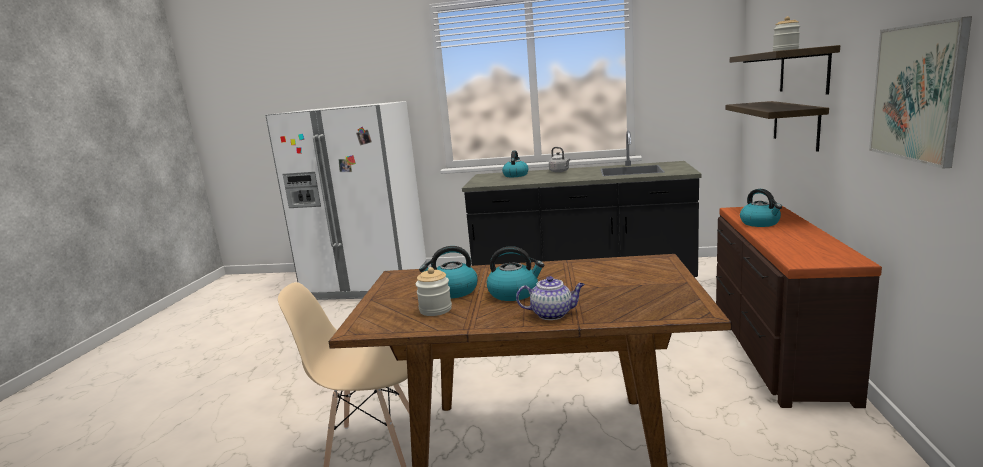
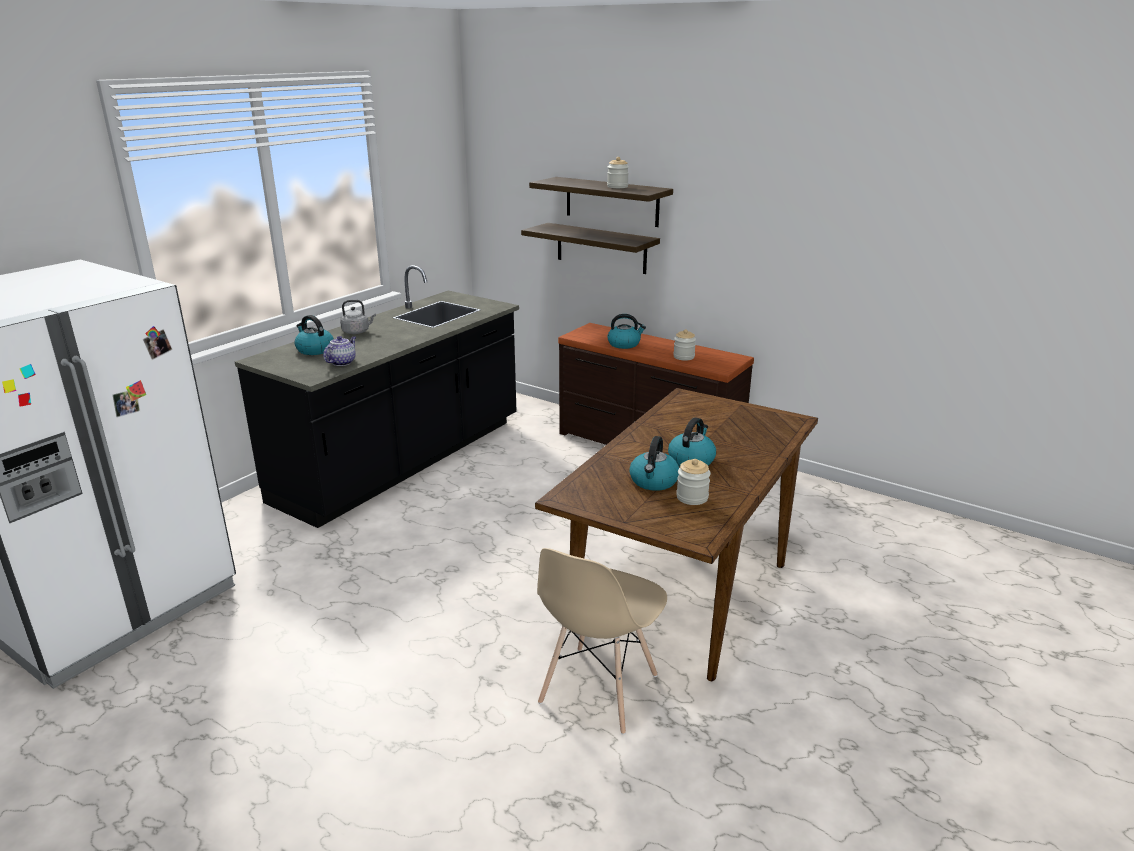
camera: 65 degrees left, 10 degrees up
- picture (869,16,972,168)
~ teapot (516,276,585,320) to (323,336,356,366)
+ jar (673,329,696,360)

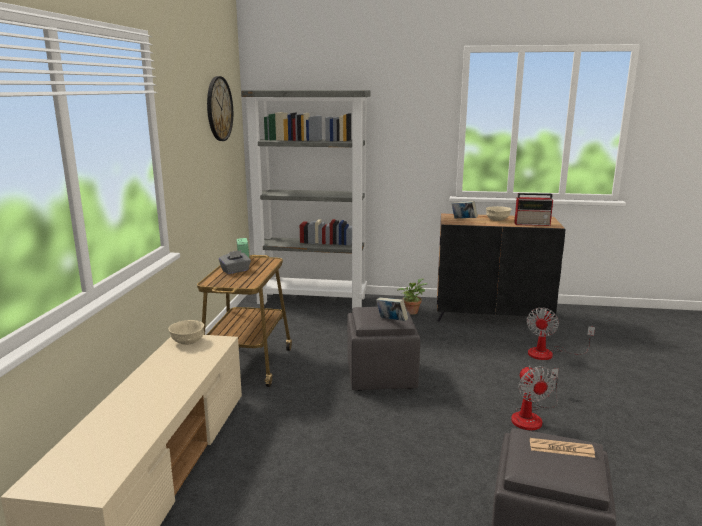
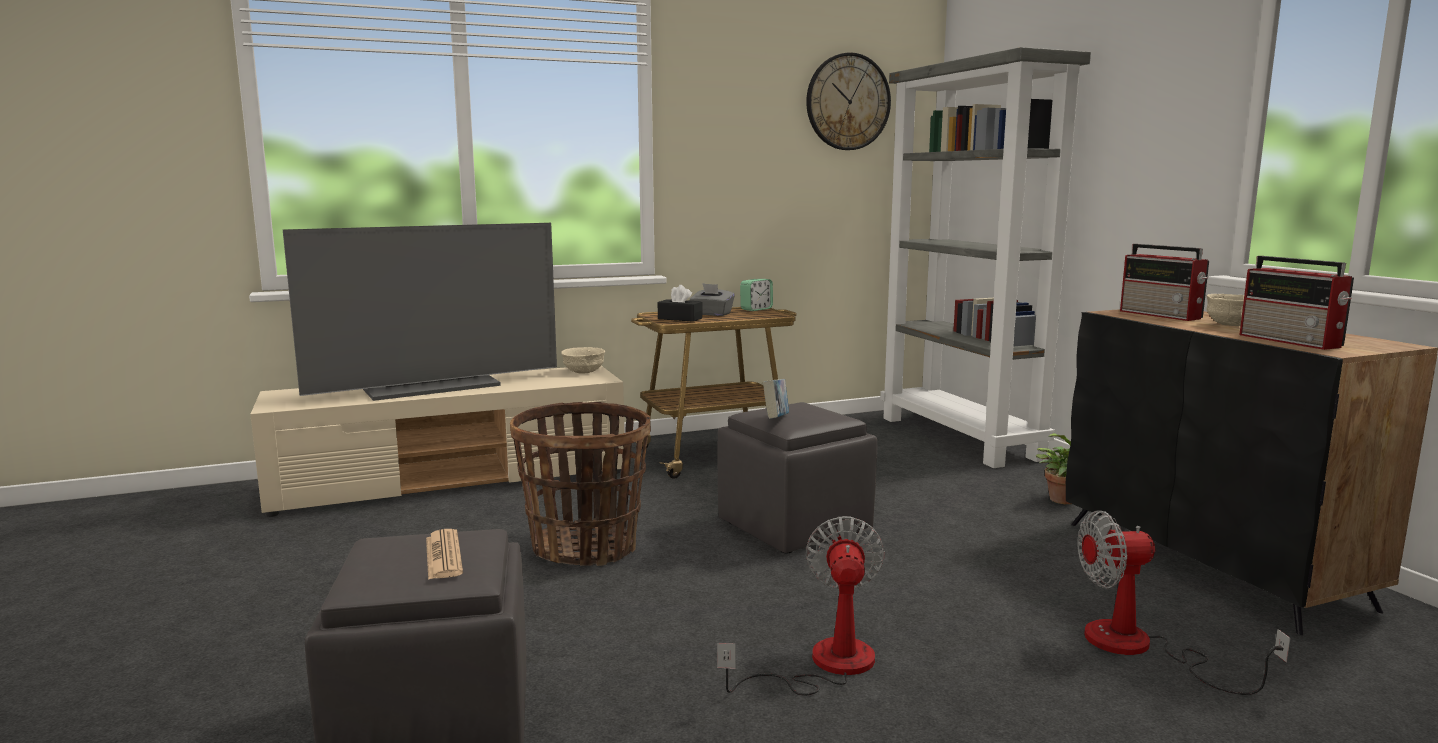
camera: 60 degrees right, 5 degrees down
~ book (452,201,478,218) to radio (1120,244,1209,321)
~ fan (511,365,559,430) = (717,516,885,696) 135 degrees clockwise
+ television (283,223,557,401)
+ black_tissue_box (658,285,702,322)
+ basket (510,402,651,566)

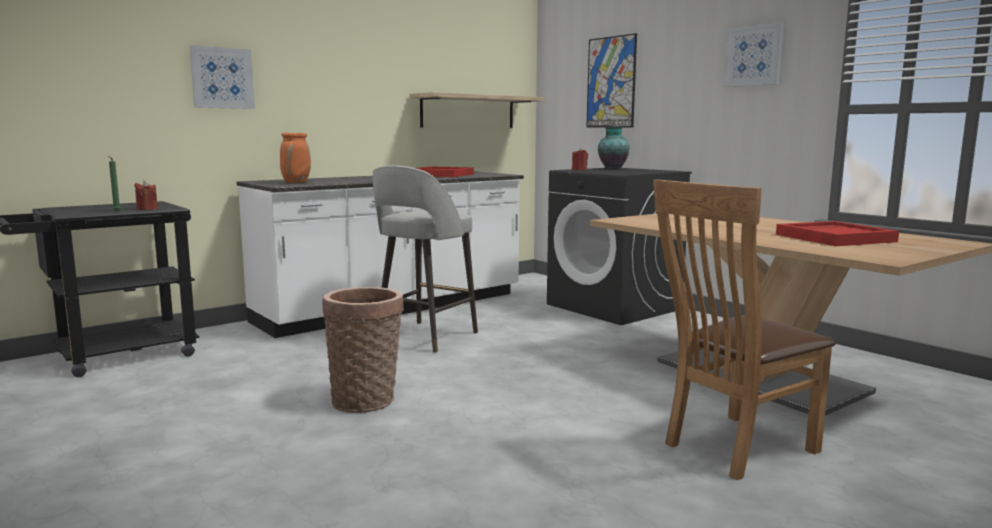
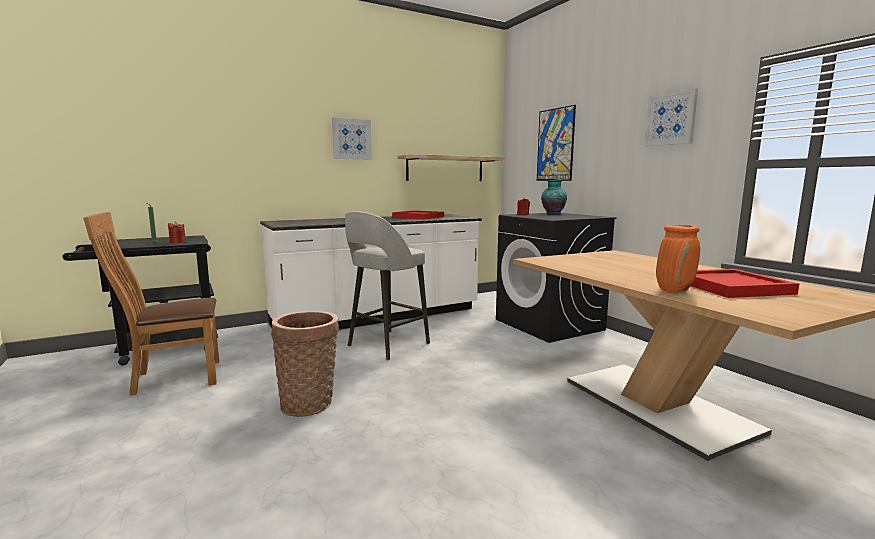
camera: 10 degrees right, 0 degrees up
~ picture (189,45,255,109) to (332,117,372,160)
~ orange_vase (280,132,311,183) to (656,225,700,293)
~ brown_chair (653,179,836,480) to (83,212,219,396)

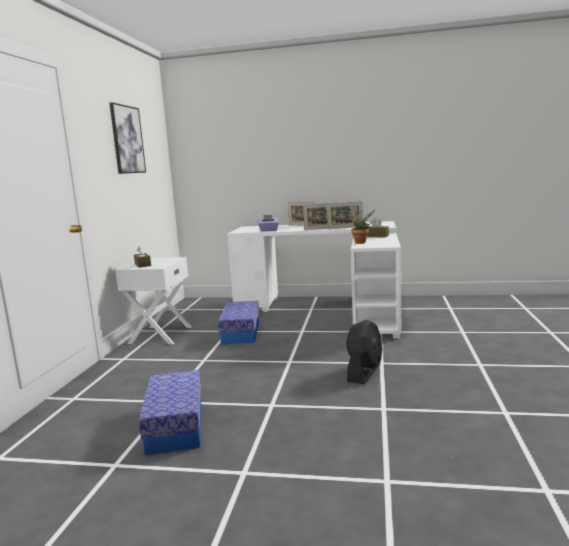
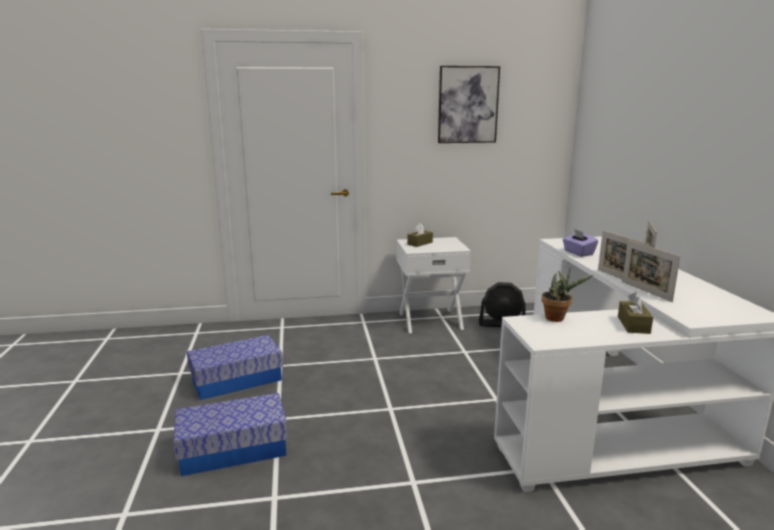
camera: 70 degrees right, 5 degrees up
~ storage_box (218,301,259,344) to (173,393,288,476)
~ black_fan (346,319,382,384) to (479,282,526,327)

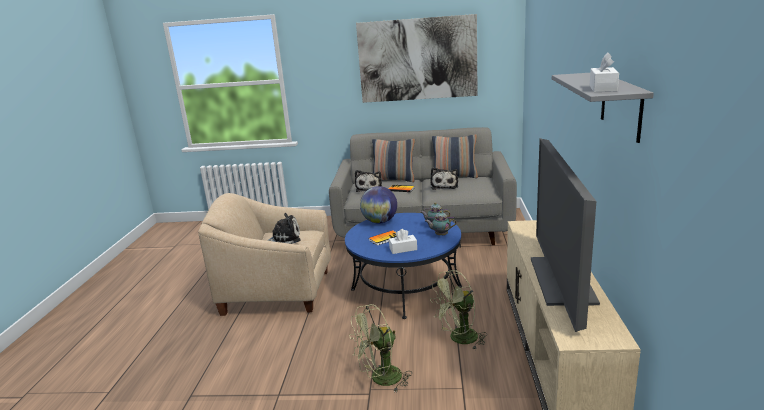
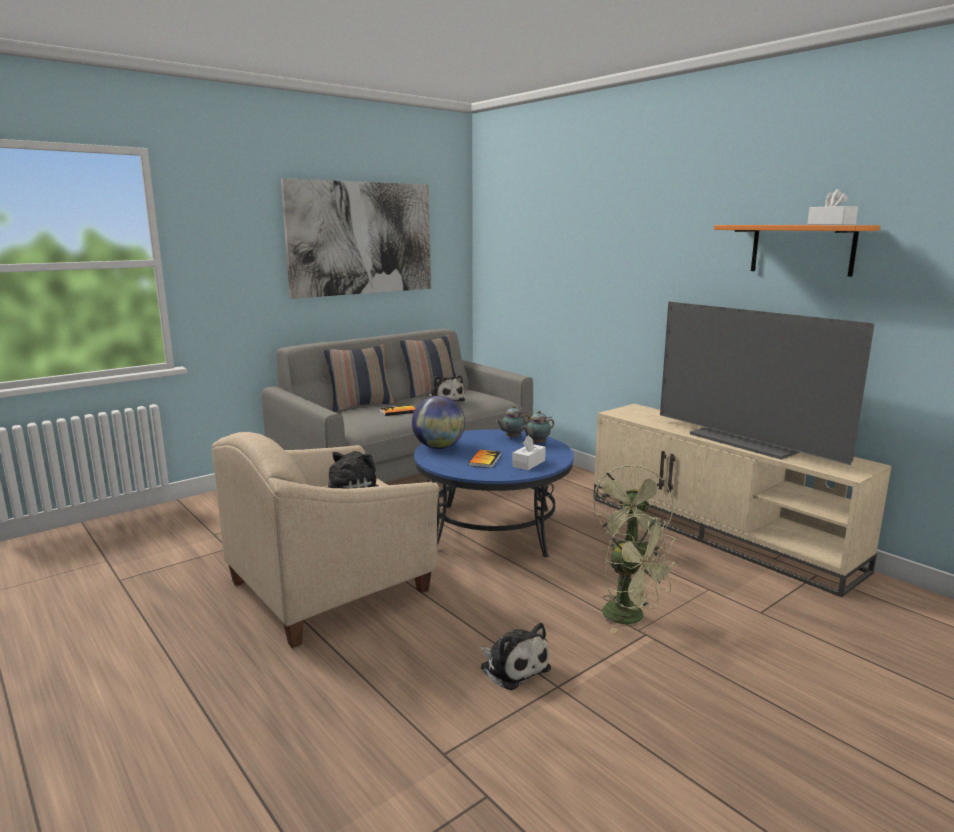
camera: 45 degrees left, 5 degrees down
~ grey_shelf (552,73,654,143) to orange_shelf (714,225,880,277)
~ plush_toy (355,170,382,192) to (479,623,551,690)
~ green_fan (349,304,412,392) = (602,514,678,633) 60 degrees counterclockwise

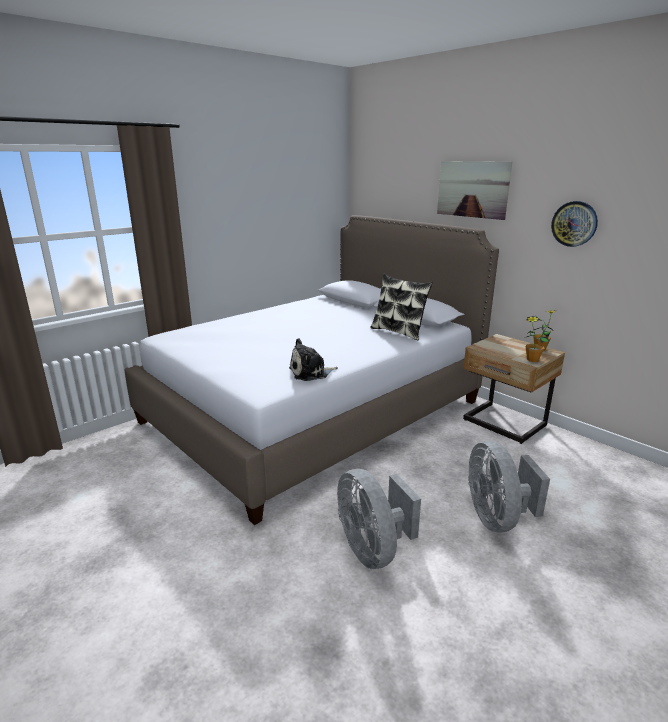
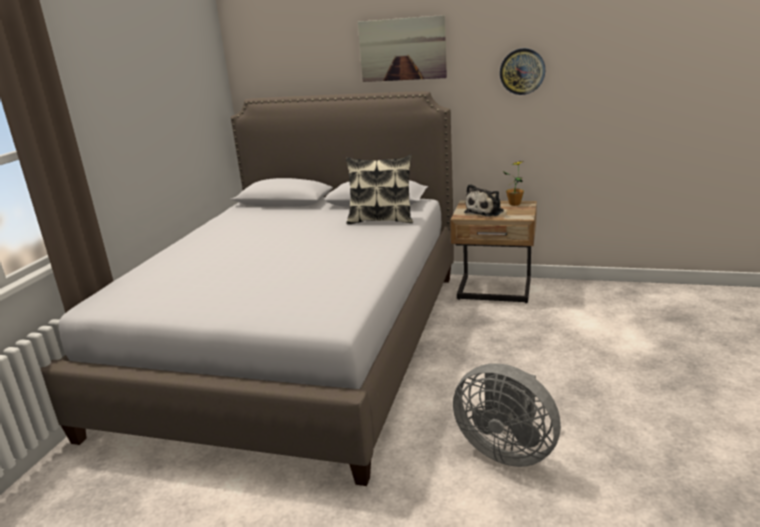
camera: 30 degrees left, 0 degrees up
- potted_plant (524,316,551,362)
~ plush_toy (289,338,338,381) to (464,184,504,217)
- grey_fan (468,441,550,533)

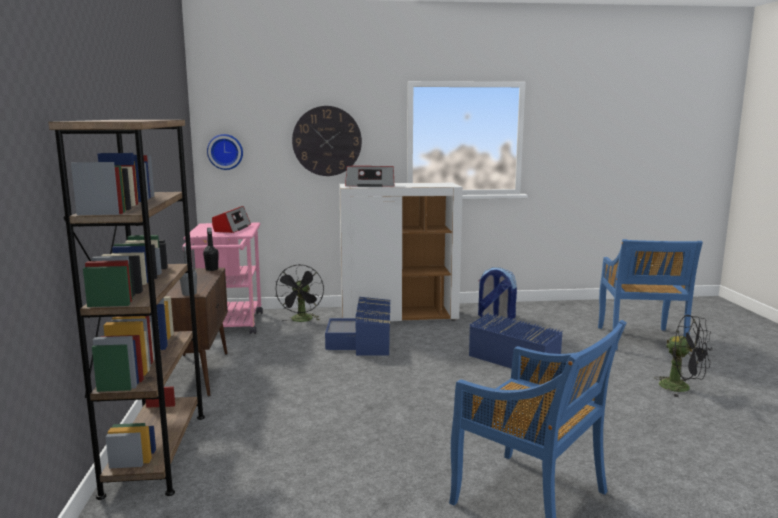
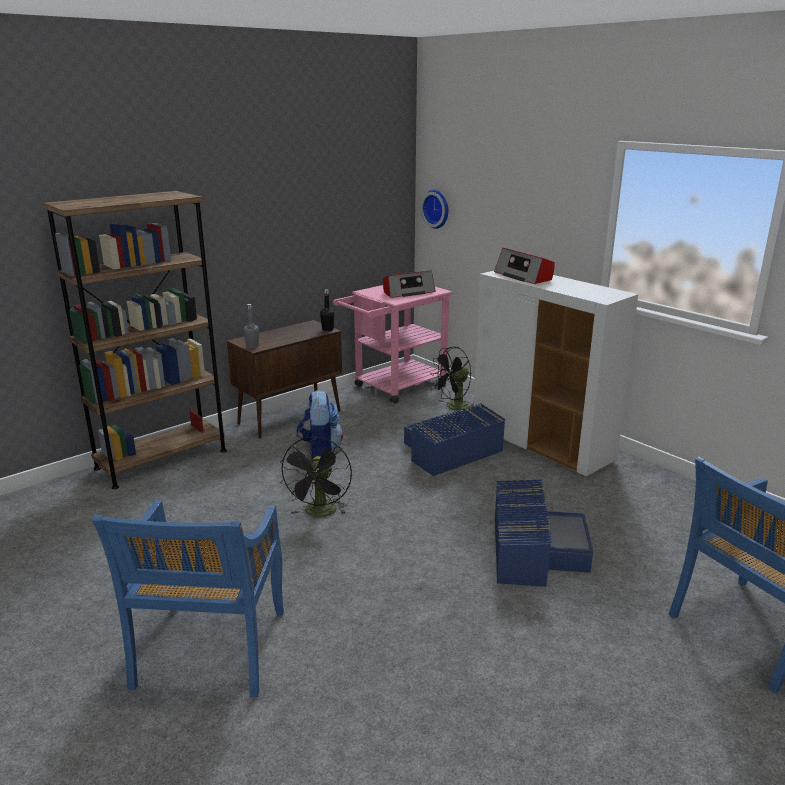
camera: 55 degrees right, 10 degrees up
- wall_clock (292,106,362,176)
~ backpack (478,267,517,320) to (297,391,343,458)
~ black_fan (654,315,712,397) to (280,436,352,517)

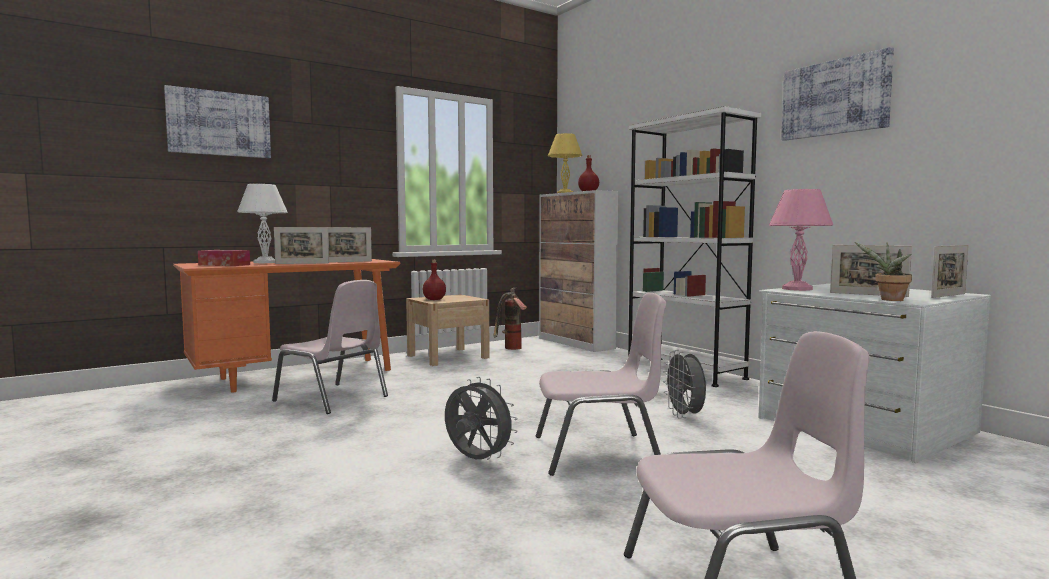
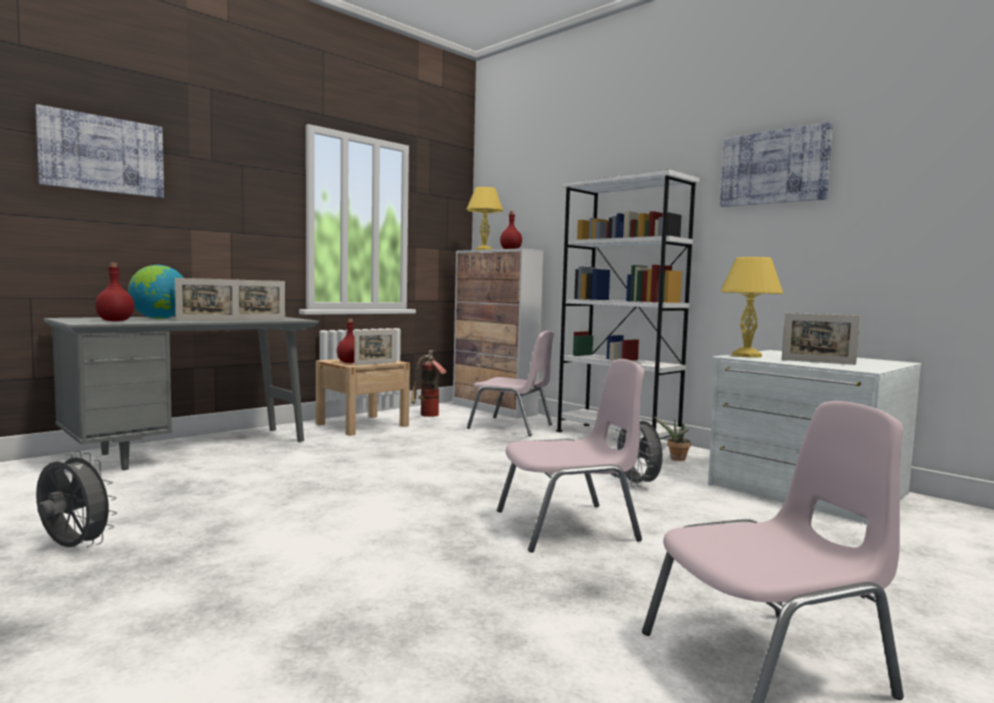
camera: 10 degrees left, 0 degrees up
~ white_table_lamp (237,184,288,263) to globe (128,265,184,319)
~ pink_table_lamp (769,189,833,291) to yellow_table_lamp (720,257,783,357)
~ potted_plant (855,242,912,301) to (654,416,691,461)
~ picture_frame (931,245,969,298) to (354,329,396,366)
~ tissue_box (198,250,250,266) to red_bottle (95,262,135,321)
~ orange_desk (173,259,400,393) to grey_desk (44,317,319,470)
~ pink_chair (272,280,388,414) to (467,331,554,436)
~ grey_fan (445,377,518,460) to (36,451,117,547)

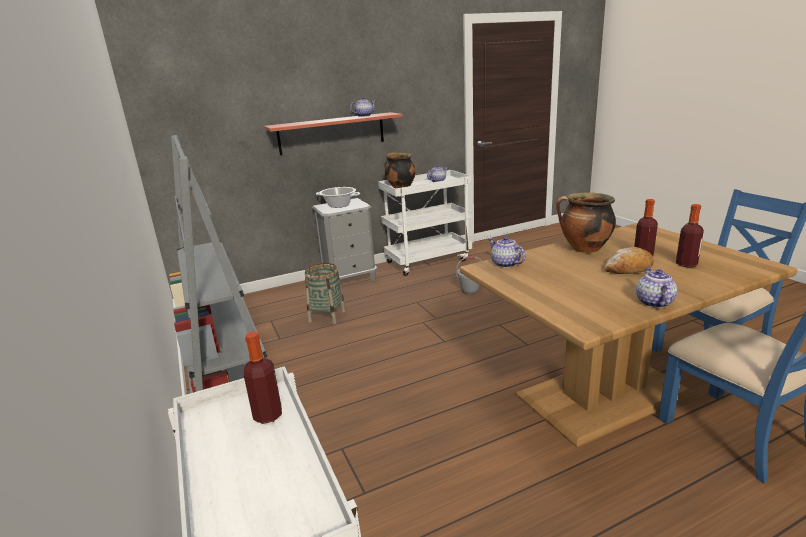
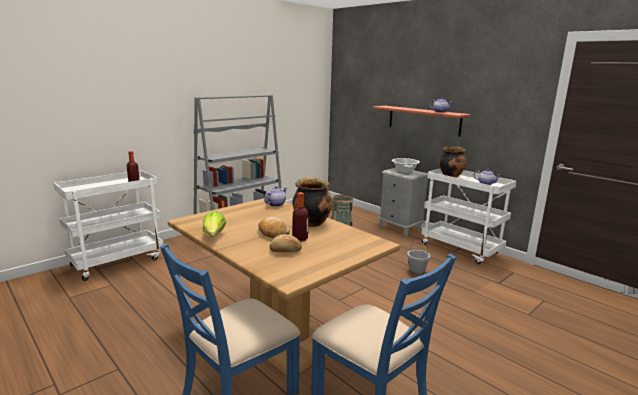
camera: 70 degrees right, 5 degrees down
~ bottle (676,204,704,268) to bread (269,234,302,252)
~ teapot (636,267,677,308) to lettuce (203,211,226,237)

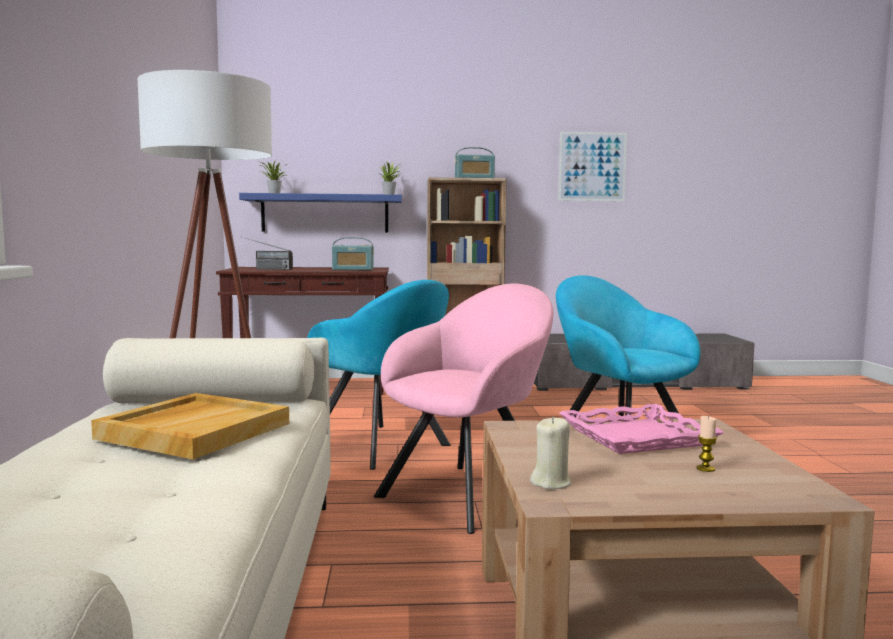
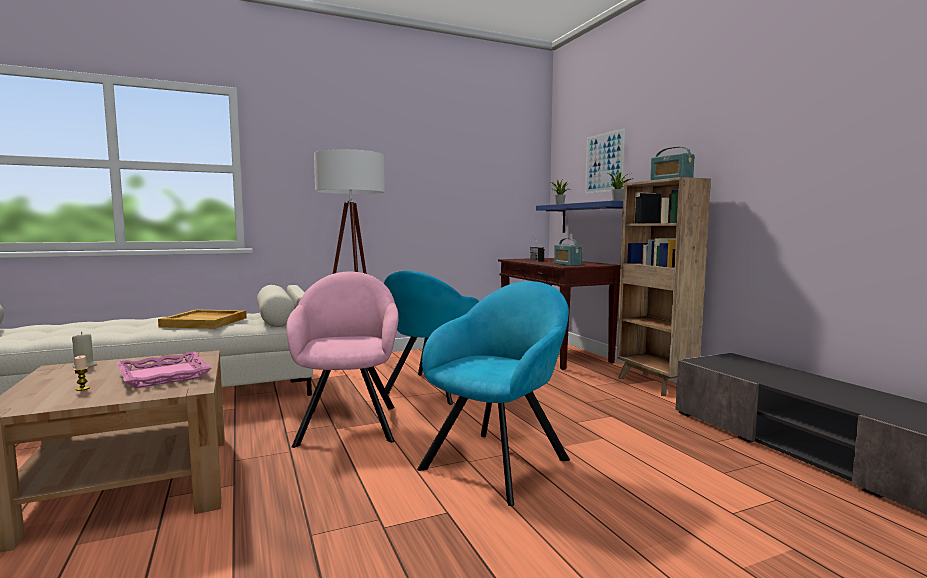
camera: 70 degrees right, 0 degrees up
~ picture (558,132,627,201) to (585,128,626,194)
~ pink_armchair (374,284,554,534) = (286,272,399,448) 120 degrees counterclockwise

